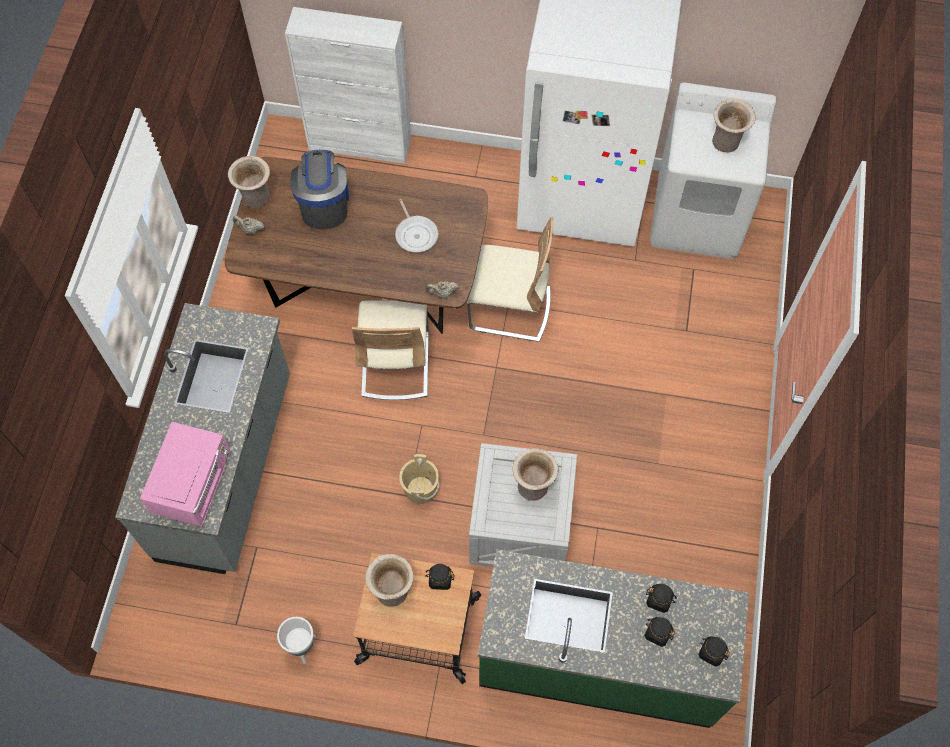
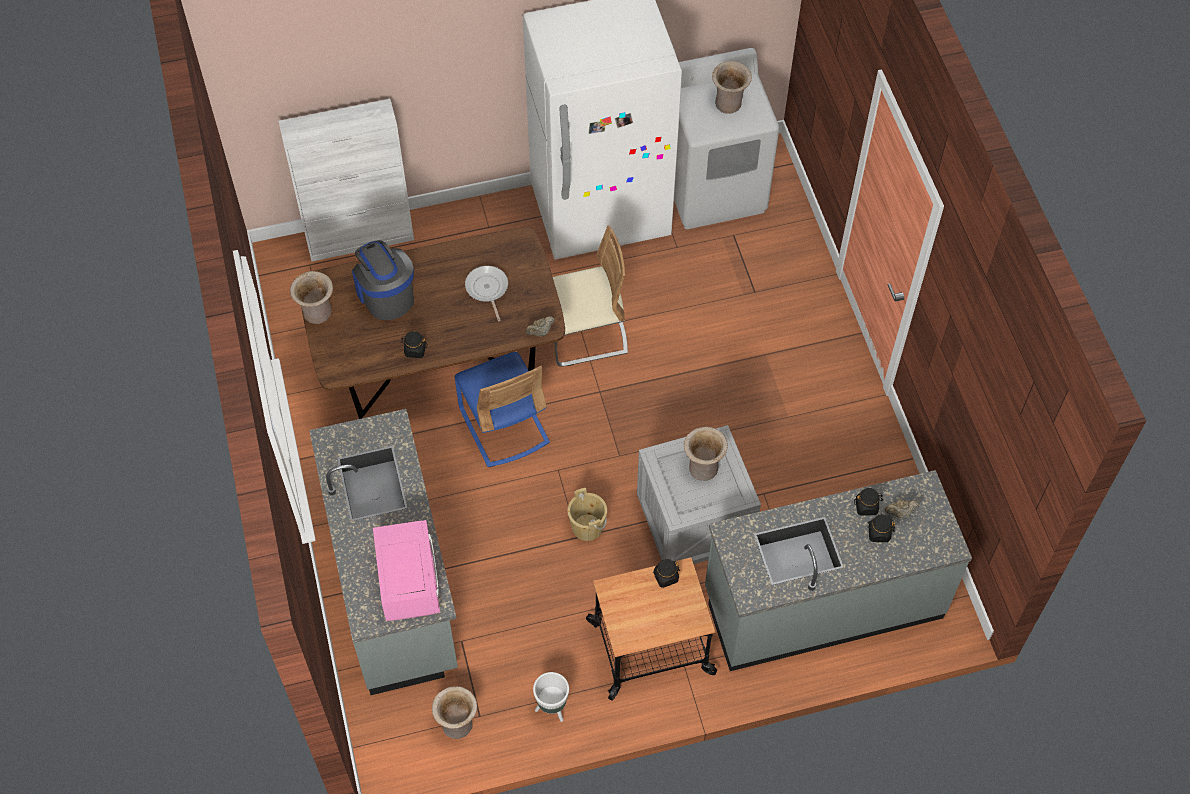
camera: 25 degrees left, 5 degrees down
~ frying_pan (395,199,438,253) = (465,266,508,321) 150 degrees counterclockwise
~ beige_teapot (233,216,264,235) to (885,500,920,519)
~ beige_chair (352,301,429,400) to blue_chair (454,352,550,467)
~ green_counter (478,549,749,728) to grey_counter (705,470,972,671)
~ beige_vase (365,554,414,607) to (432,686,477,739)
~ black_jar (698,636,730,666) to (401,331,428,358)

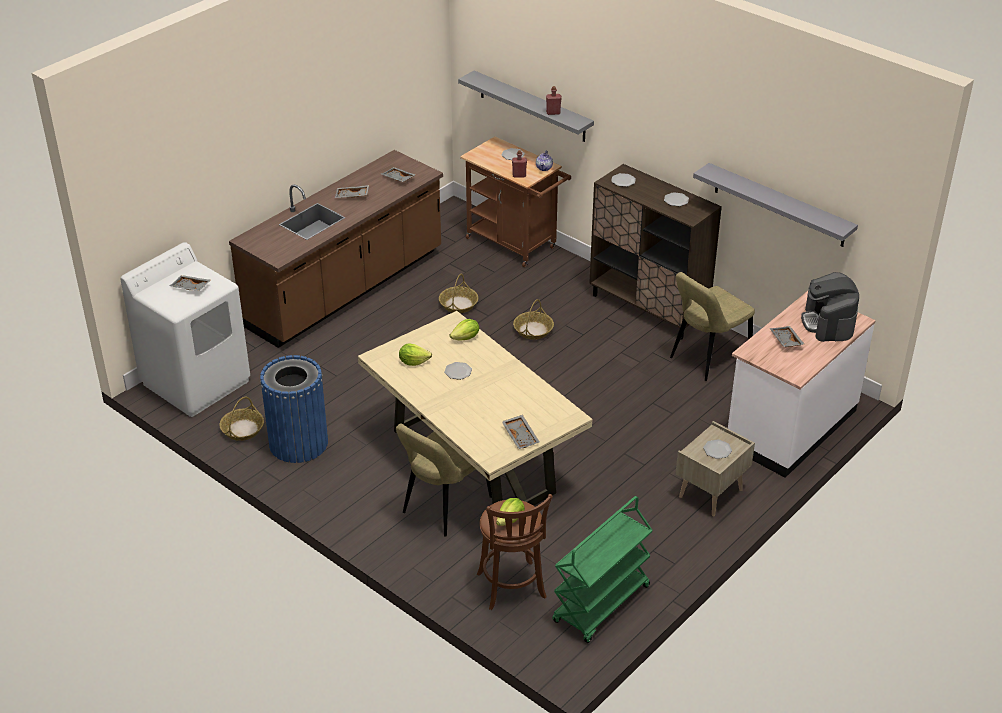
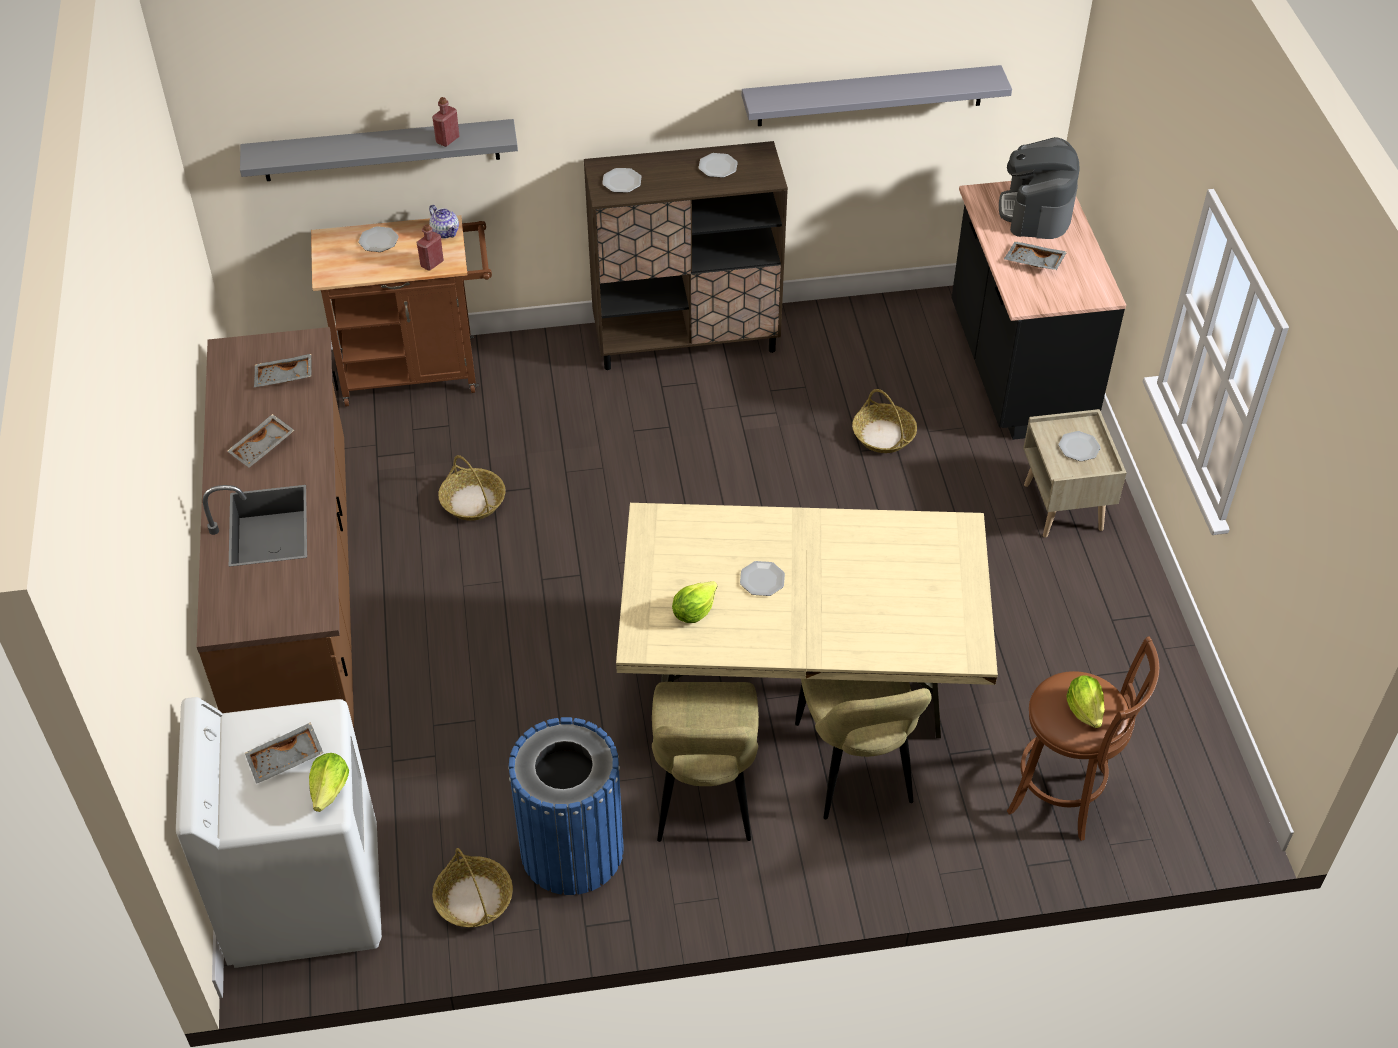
camera: 50 degrees left, 10 degrees up
~ beige_chair (670,272,755,381) to (652,682,759,842)
~ coffee_machine (801,272,859,342) = (999,137,1079,239) 60 degrees clockwise
~ white_counter (728,291,876,478) to black_counter (952,181,1126,440)
~ basket (513,299,554,340) to (852,389,917,453)
~ lettuce (450,319,479,341) to (309,753,349,812)
- grey_tray (502,415,539,449)
- green_cart (552,496,653,643)

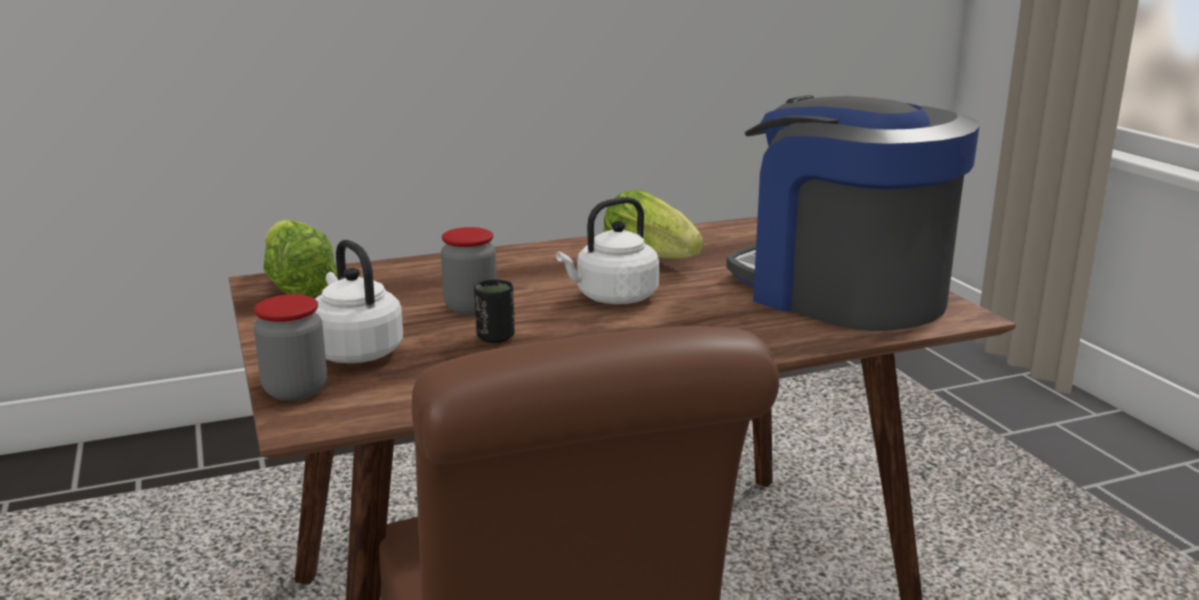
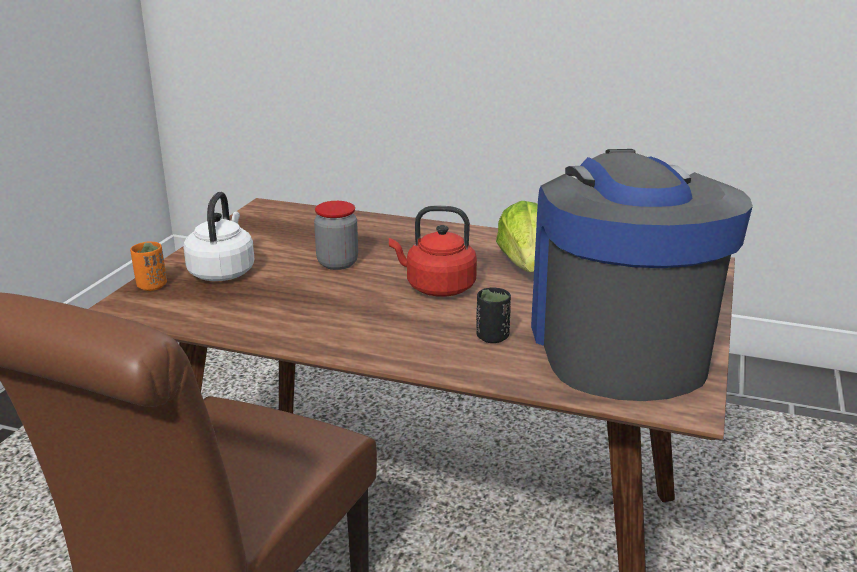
camera: 40 degrees right, 5 degrees up
~ white_kettle (556,197,659,304) to red_kettle (389,206,477,297)
- lettuce (263,219,338,297)
~ black_cup (474,279,515,343) to (476,287,511,343)
~ jar (254,294,327,401) to orange_cup (130,241,167,291)

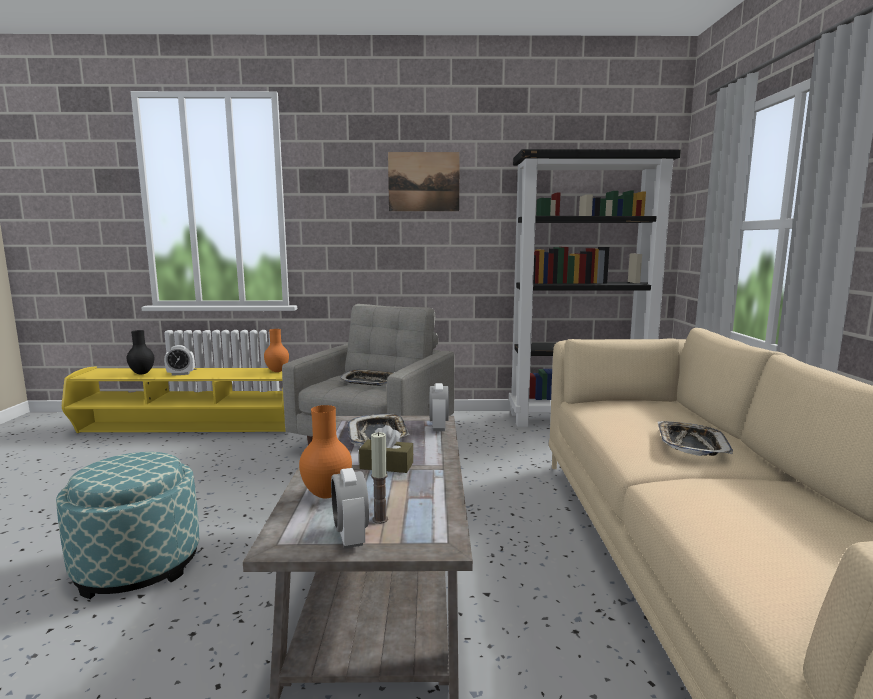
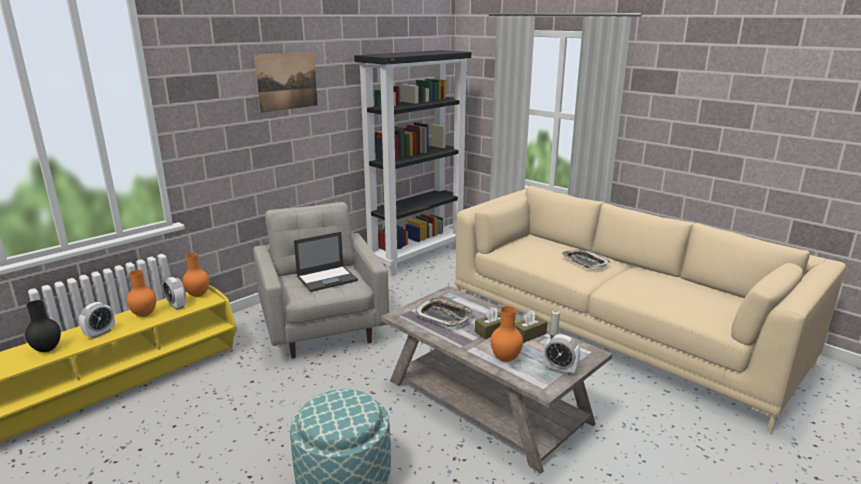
camera: 45 degrees left, 10 degrees up
~ tray (340,369,395,386) to laptop (294,232,358,292)
~ alarm_clock (429,383,449,431) to (163,277,186,310)
+ orange_vase (127,270,156,317)
+ brown_tissue_box (515,310,547,343)

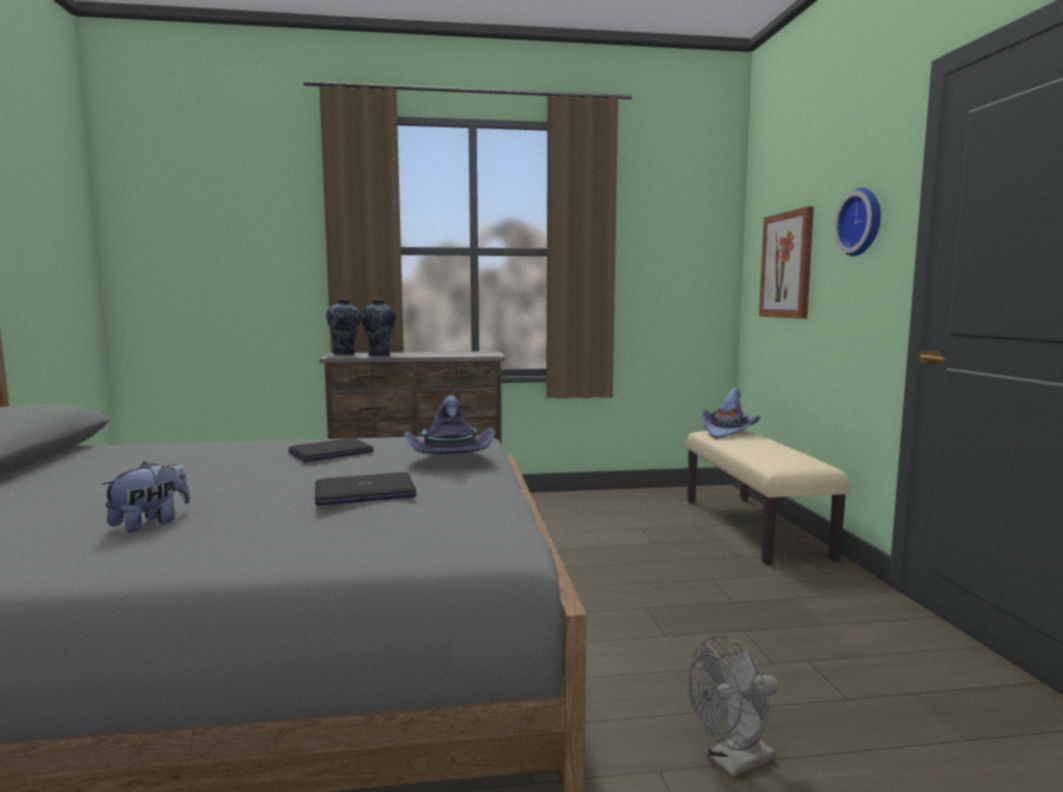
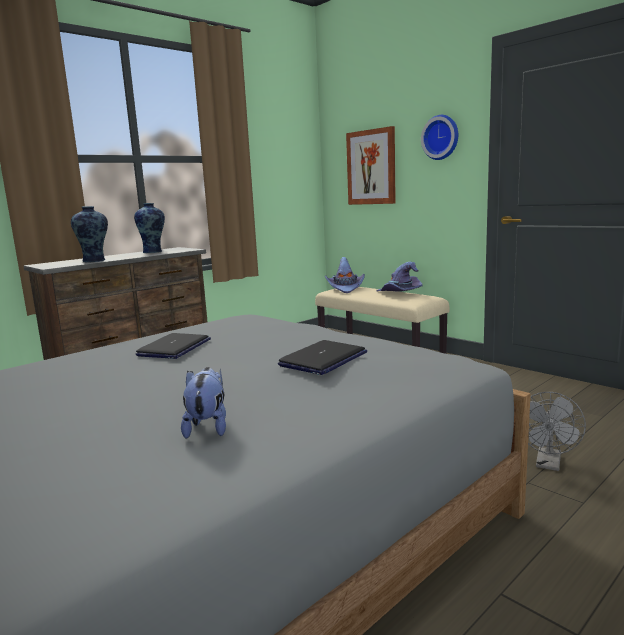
camera: 35 degrees left, 5 degrees up
~ vase (326,299,361,355) to (134,203,165,253)
~ purple_hat (404,396,495,454) to (377,262,422,292)

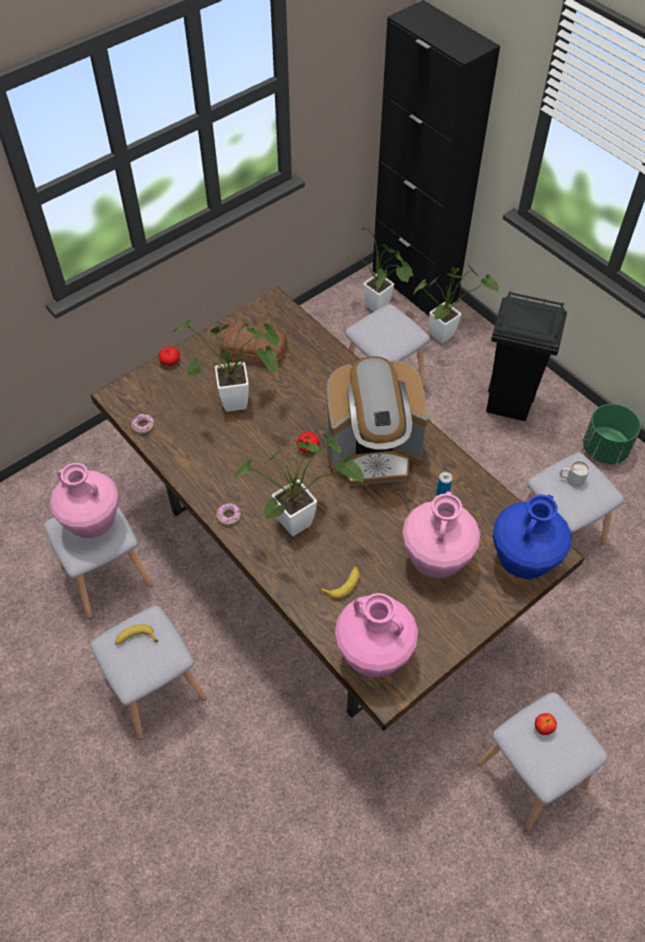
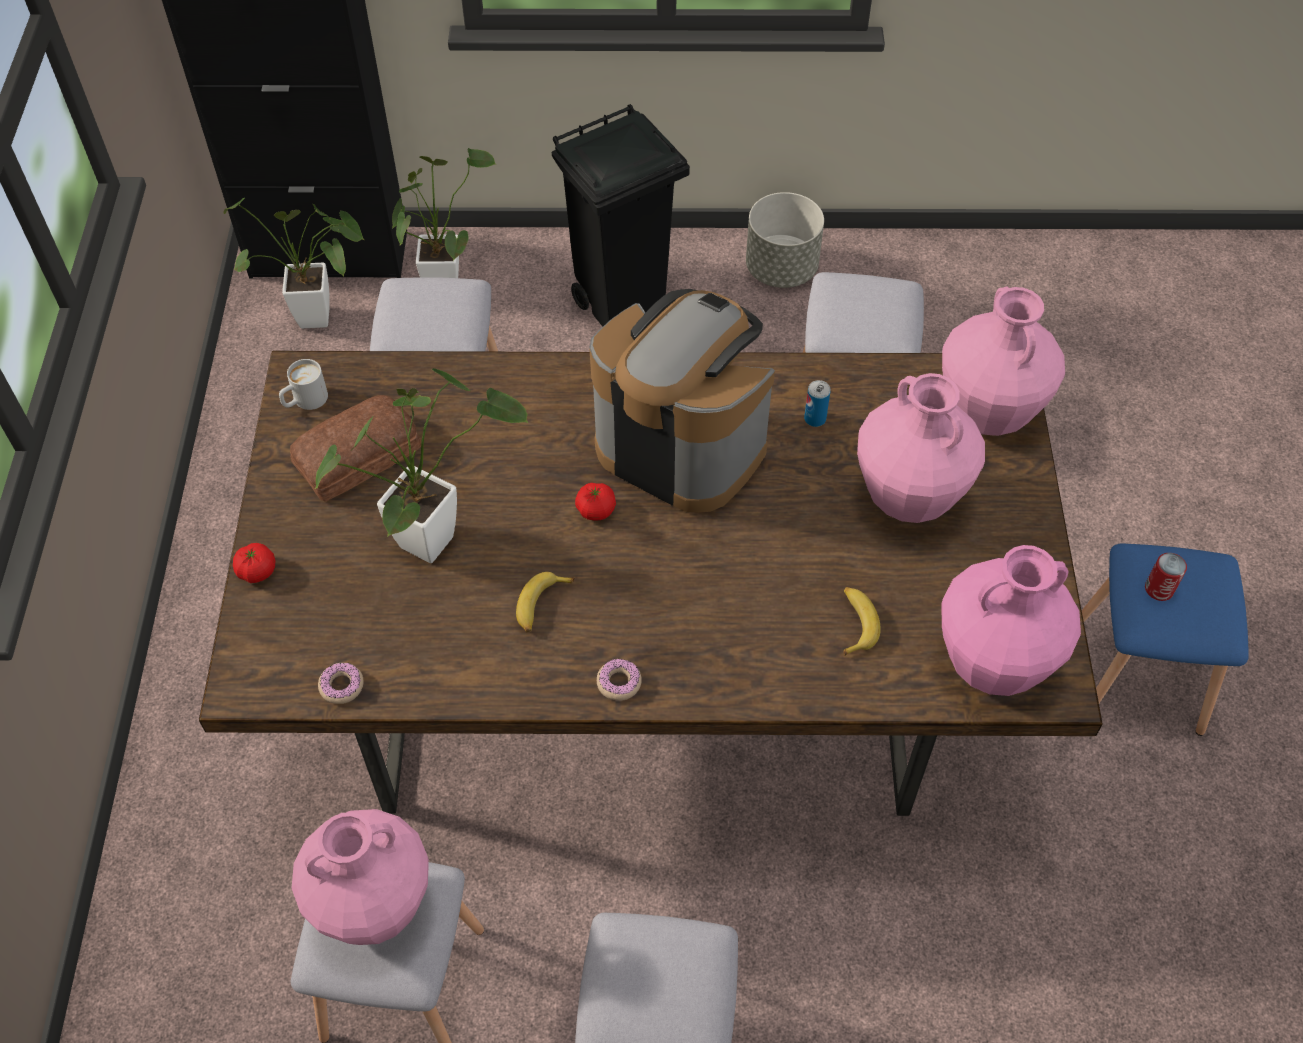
camera: 50 degrees left, 0 degrees up
~ coffee_machine (327,356,428,486) = (589,289,775,513) 90 degrees counterclockwise
~ green_planter (583,404,641,464) to grey_planter (746,192,824,288)
- potted_plant (234,433,364,536)
~ white_mug (560,461,590,487) to (279,359,328,410)
~ blue_vase (493,494,572,579) to pink_vase (942,286,1065,436)
~ banana (115,624,158,645) to (516,572,575,632)
~ grey_stool (477,692,608,832) to blue_stool (1082,543,1249,736)
~ apple (535,713,557,735) to can (1145,553,1187,601)

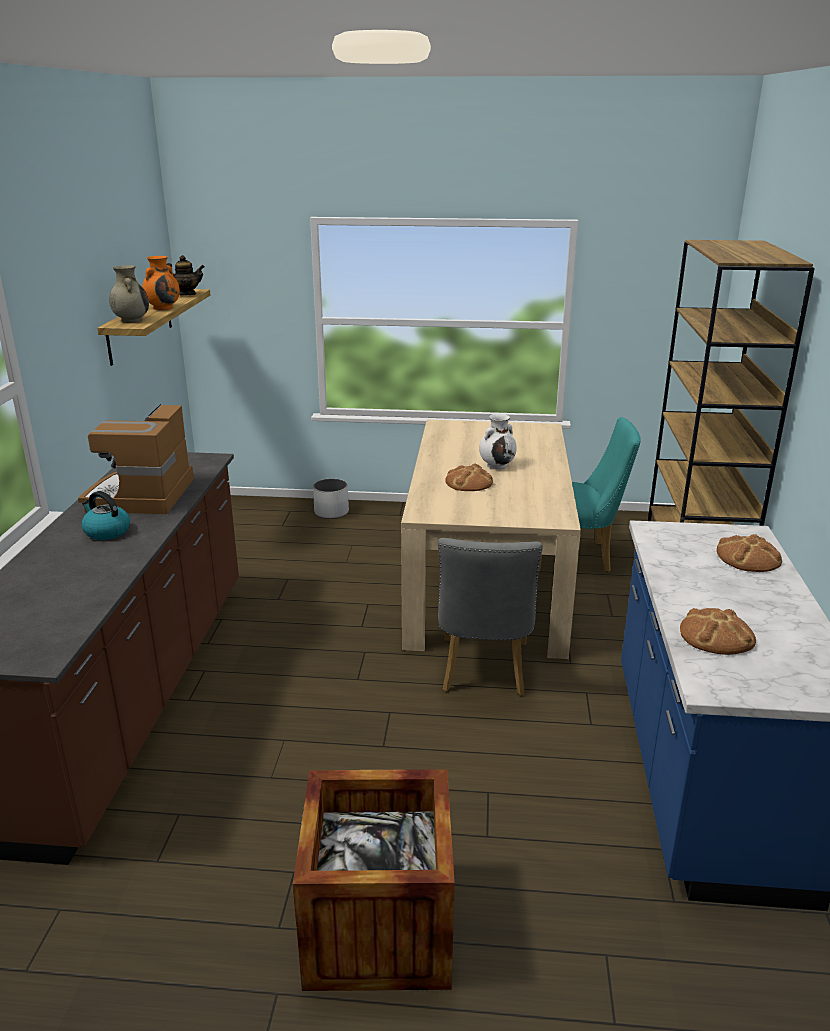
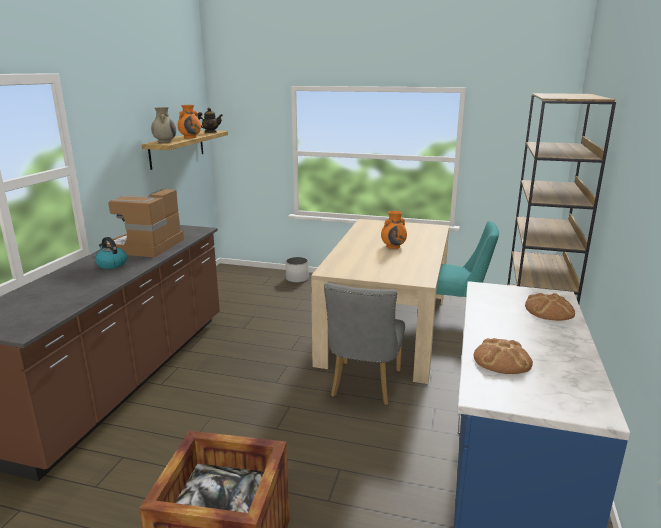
camera: 10 degrees right, 5 degrees down
~ white_vase (479,414,517,469) to orange_vase (381,211,407,249)
- bread (445,463,493,491)

